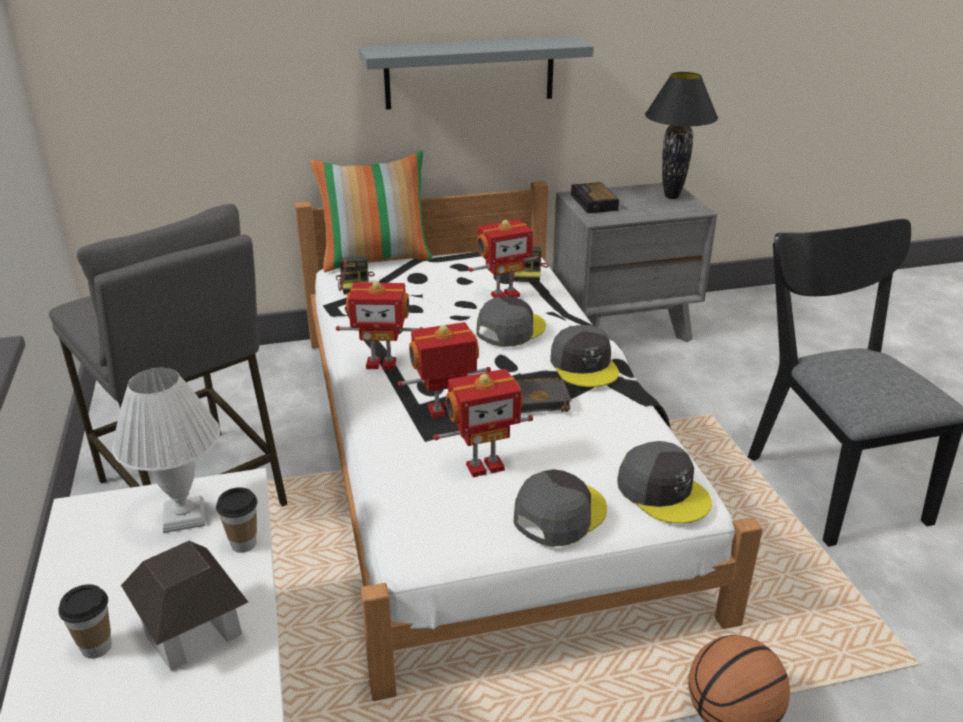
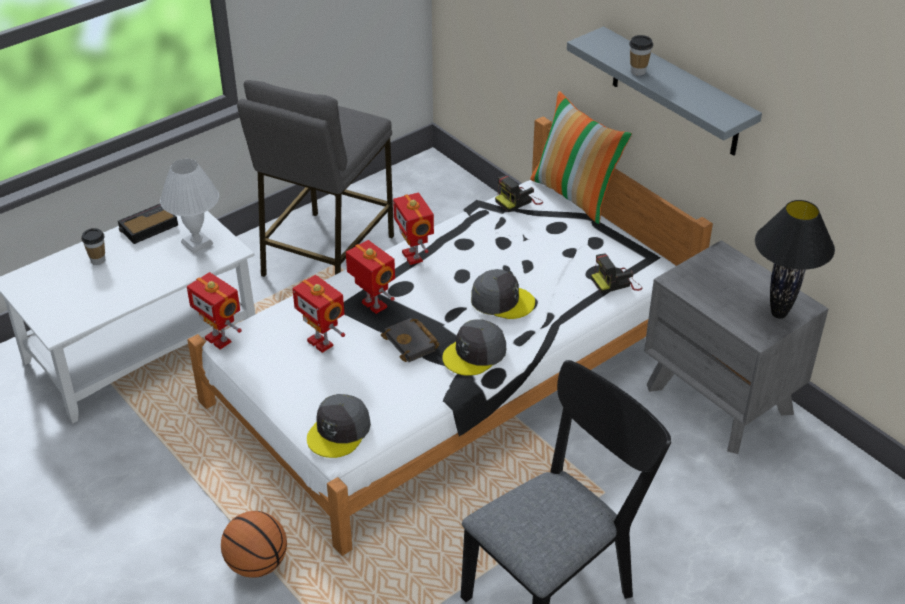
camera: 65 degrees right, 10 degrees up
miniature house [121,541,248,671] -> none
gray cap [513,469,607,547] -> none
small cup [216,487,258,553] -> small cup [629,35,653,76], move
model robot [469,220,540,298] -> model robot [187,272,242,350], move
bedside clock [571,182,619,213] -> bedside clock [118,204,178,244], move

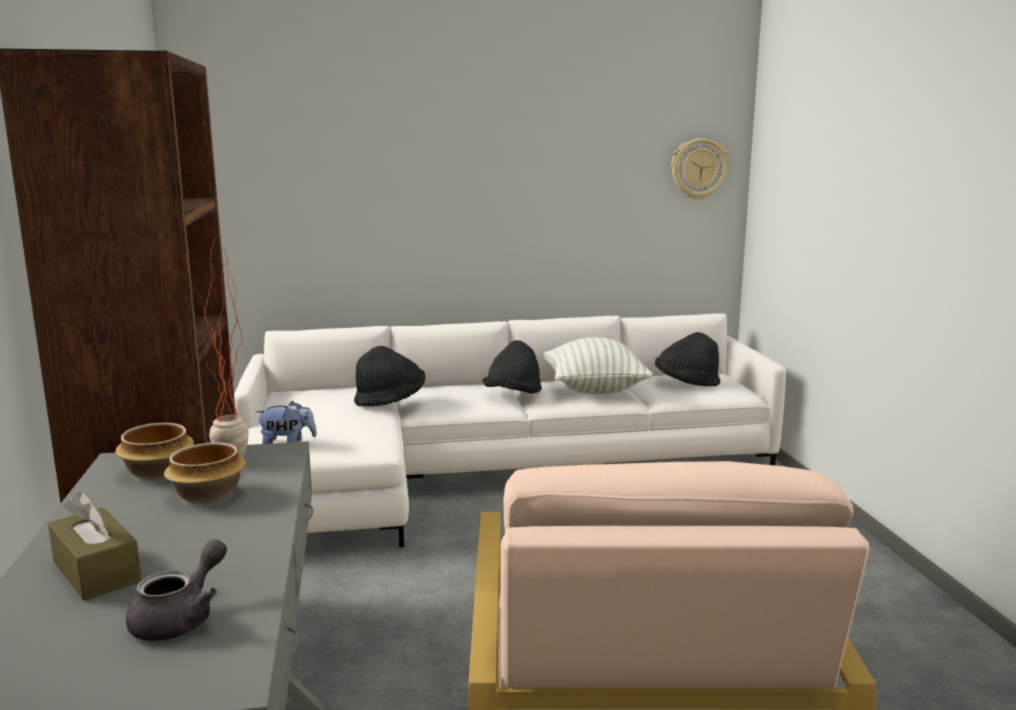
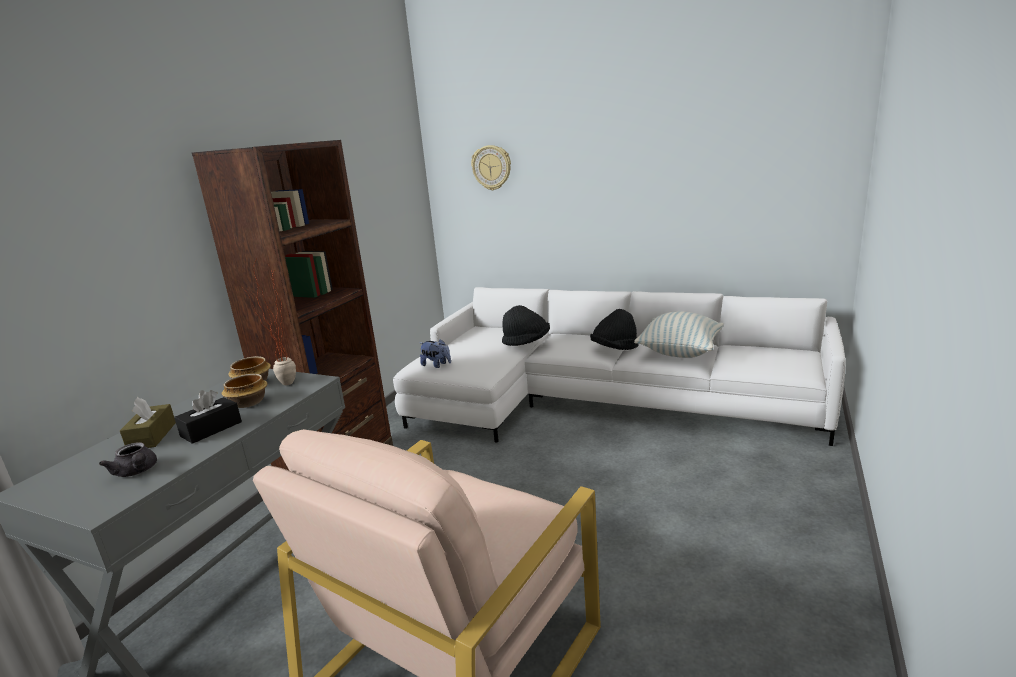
camera: 35 degrees right, 5 degrees up
black clothing hat [655,332,720,386] -> none
none -> black tissue holder [174,390,242,444]
clock on the wall [671,138,729,200] -> clock on the wall [471,145,511,190], move
gray tea pot [126,539,227,641] -> gray tea pot [99,442,157,477], 75 degrees clockwise

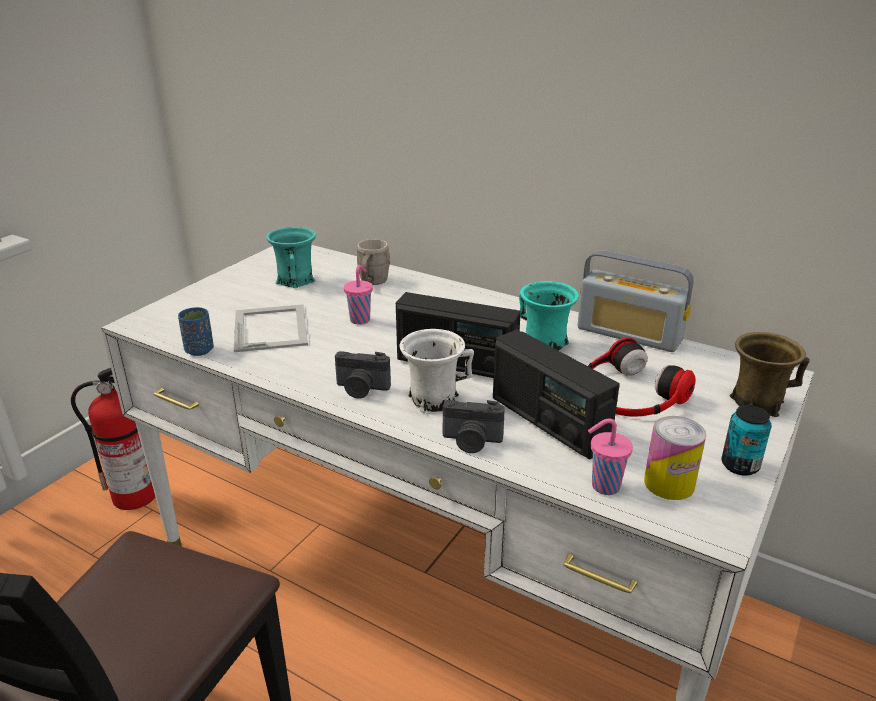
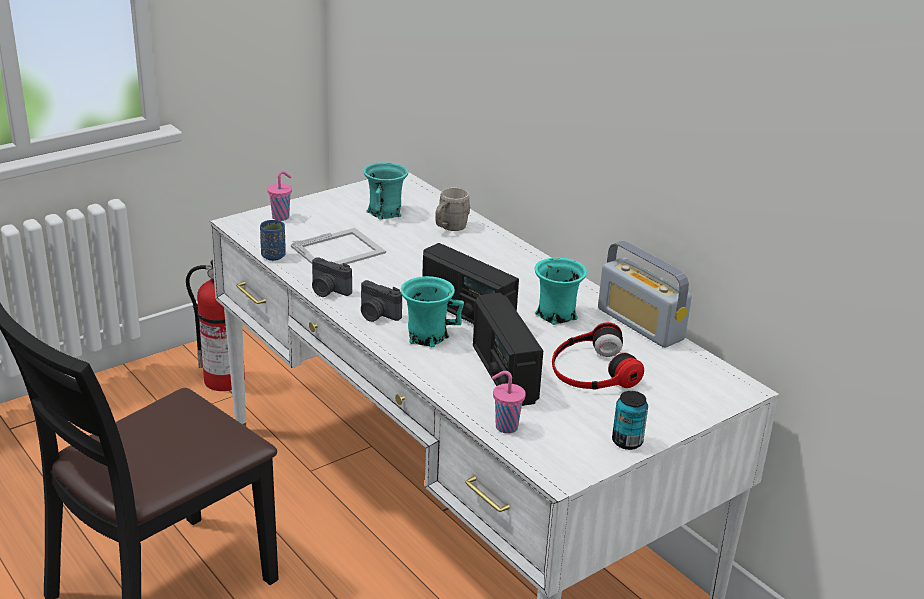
camera: 20 degrees right, 0 degrees up
can [644,416,706,500] -> none
brownish tea mug [730,332,810,417] -> none
pink-coloured small cup [344,265,373,325] -> pink-coloured small cup [267,171,292,221], move
still camera [443,400,505,453] -> still camera [312,257,352,297], move
white tea mug [400,329,474,413] -> turquoise tea mug [401,276,464,347]
picture frame [234,304,308,352] -> picture frame [291,228,386,265], 45 degrees clockwise

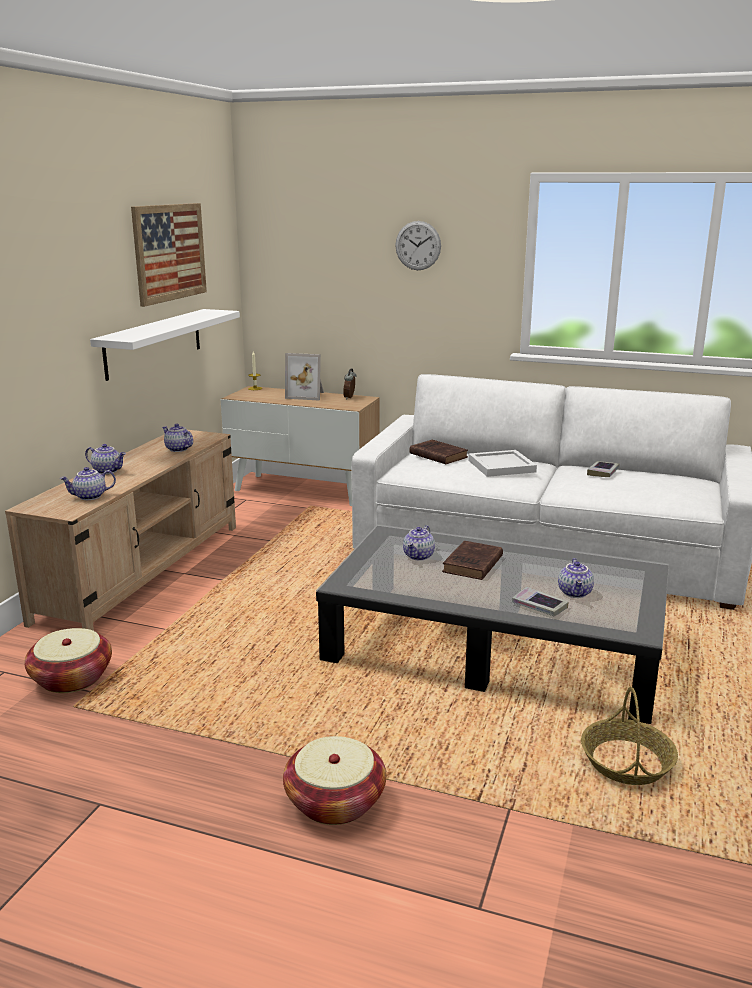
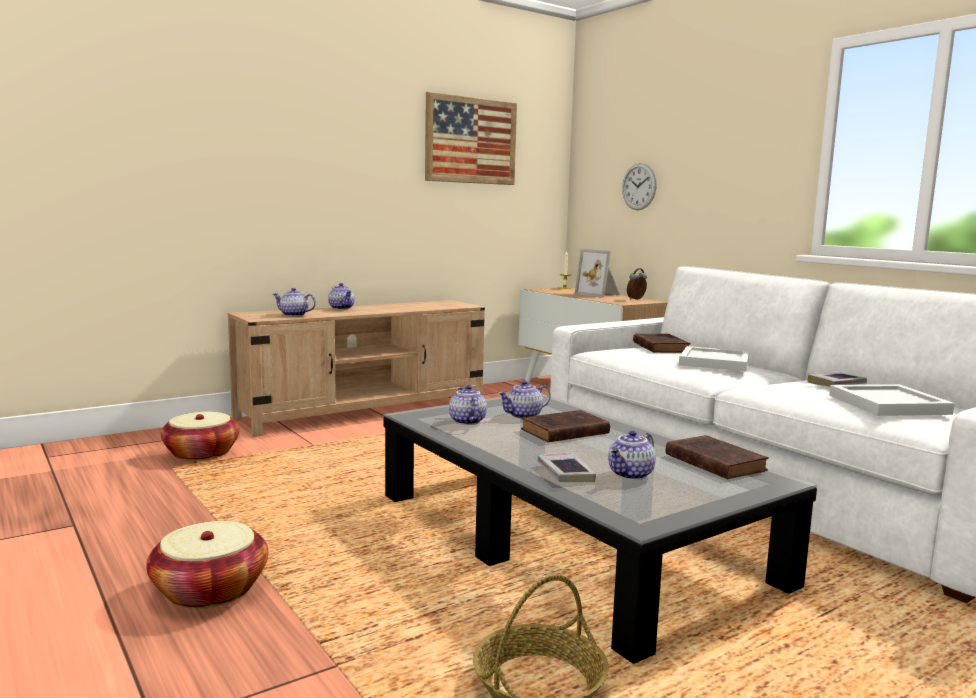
camera: 35 degrees right, 10 degrees down
white wall shelf [90,309,240,381] -> none
none -> brownish bound book [666,435,769,479]
none -> white tray [829,384,955,416]
tea pot [162,424,193,452] -> tea pot [449,385,487,425], move
clock on the wall [395,221,441,270] -> clock on the wall [622,163,657,210], move

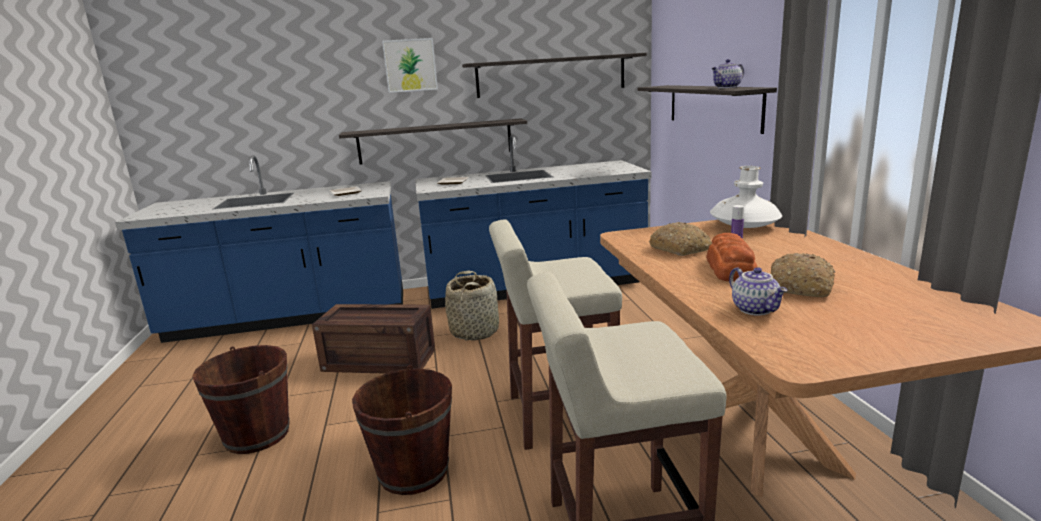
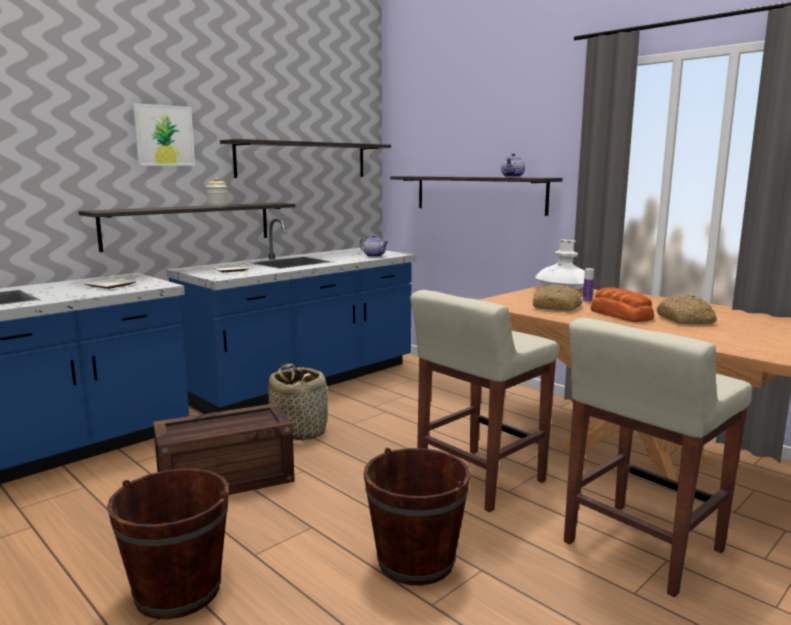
camera: 35 degrees left, 5 degrees down
none -> jar [206,177,228,206]
tea pot [729,267,788,316] -> tea pot [360,235,388,257], move

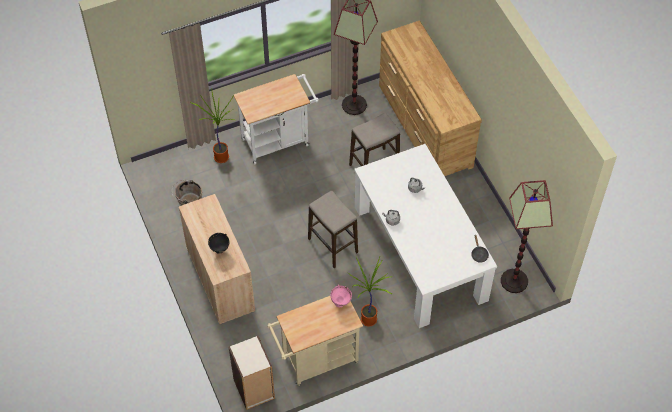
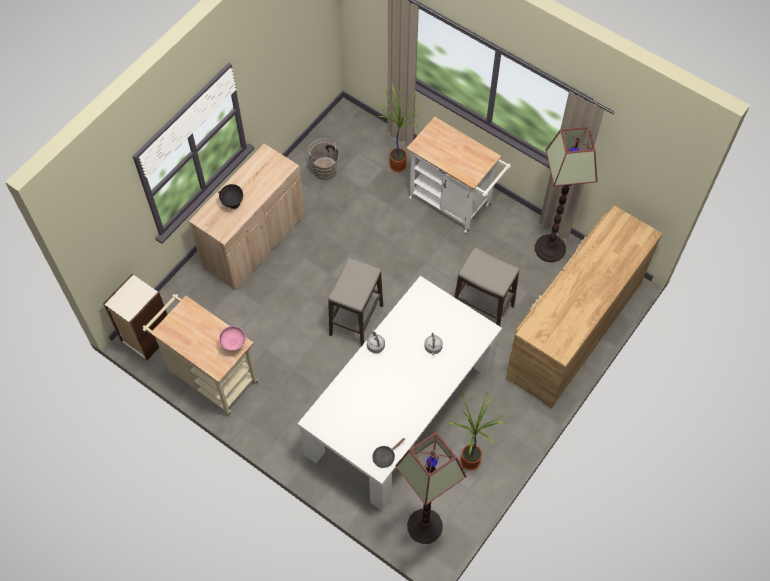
camera: 60 degrees right, 5 degrees up
houseplant [347,257,392,327] -> houseplant [448,393,506,471], move

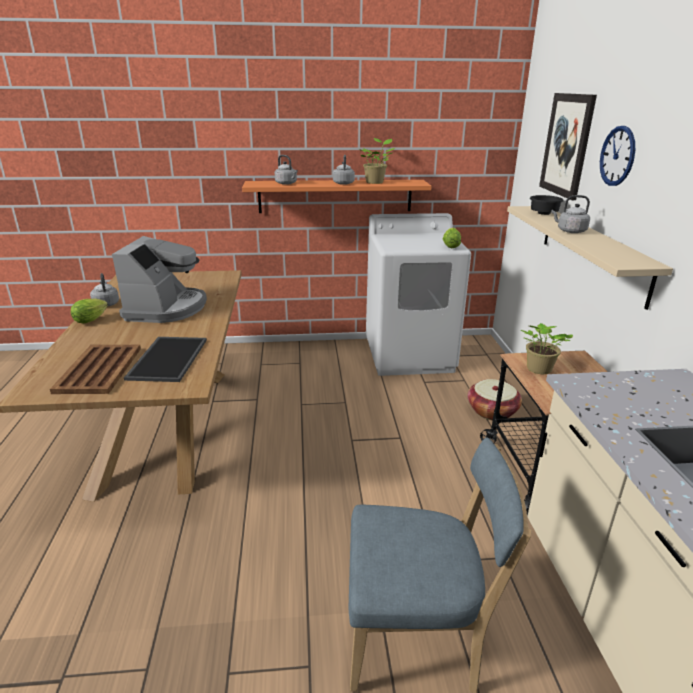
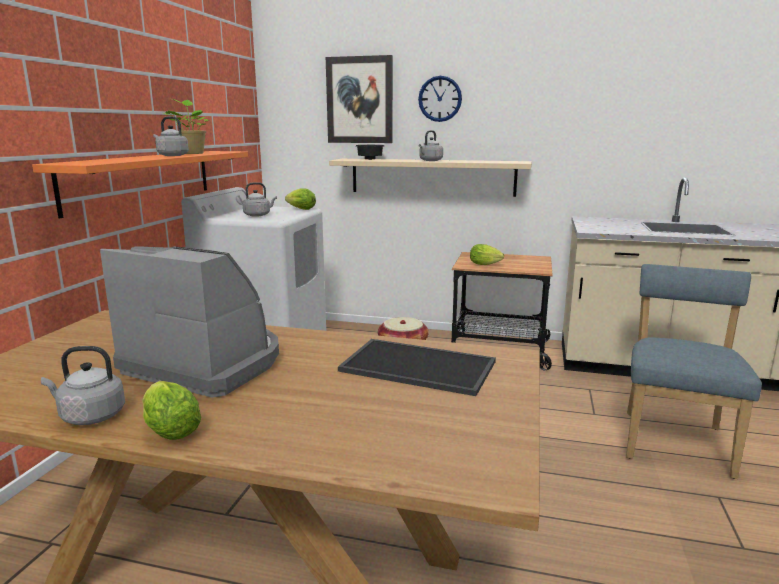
camera: 70 degrees left, 10 degrees down
brownish tray [50,345,141,394] -> none
gray tea kettle [275,155,298,185] -> gray tea kettle [242,182,277,217], move
houseplant [520,323,573,374] -> lettuce [470,244,504,265]

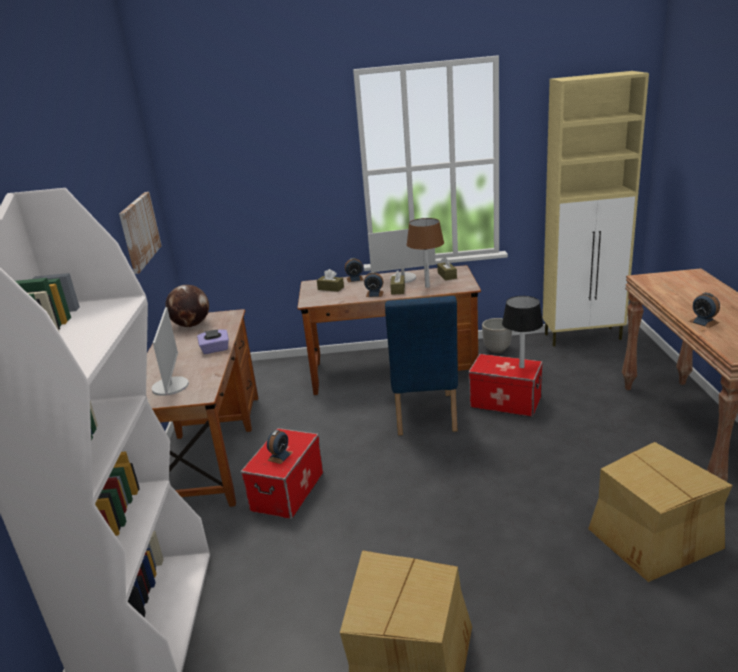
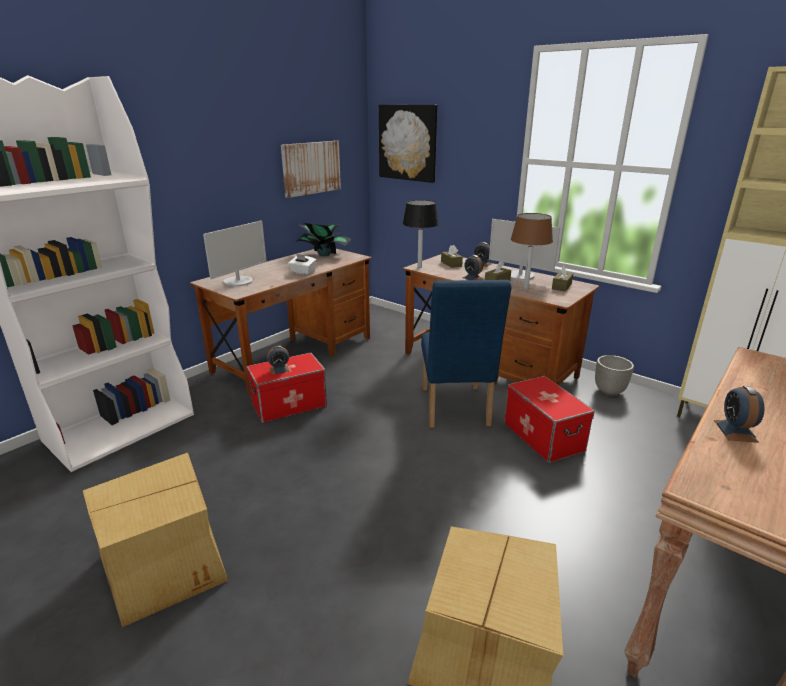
camera: 40 degrees right, 0 degrees up
none -> wall art [379,105,437,183]
black lamp for a table [502,296,543,368] -> black lamp for a table [403,200,439,268], move
globe [165,285,209,327] -> houseplant [295,223,351,256]
purple tissue holder [197,329,229,354] -> white tissue holder [288,254,317,275]
blue upright chair [385,296,458,435] -> blue upright chair [421,280,512,428], 45 degrees counterclockwise

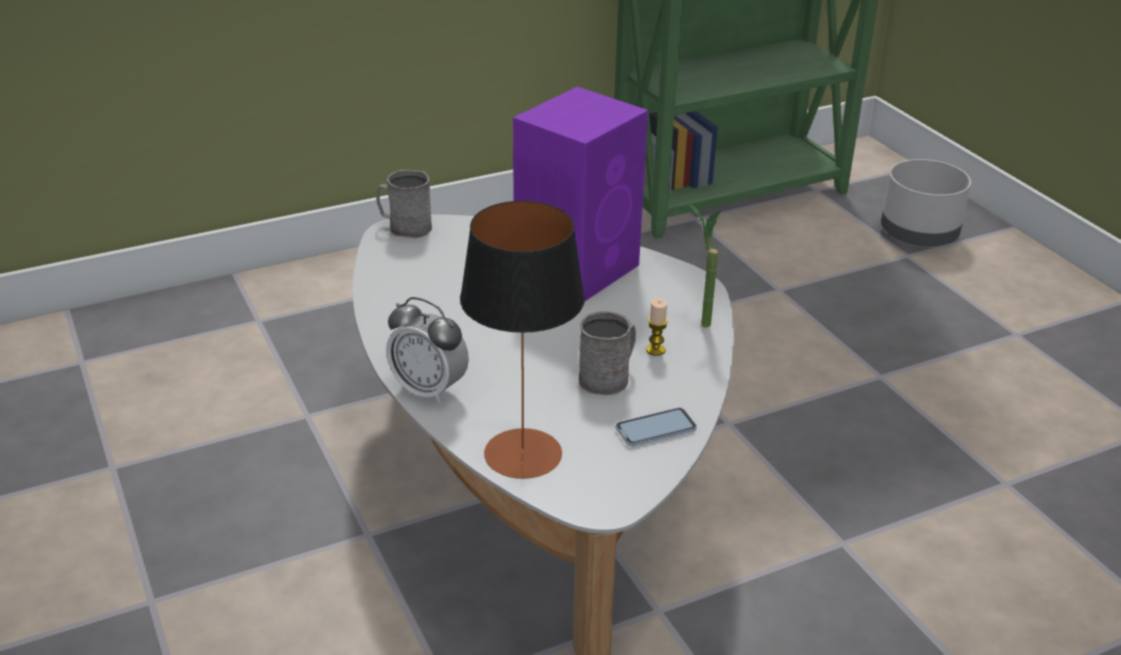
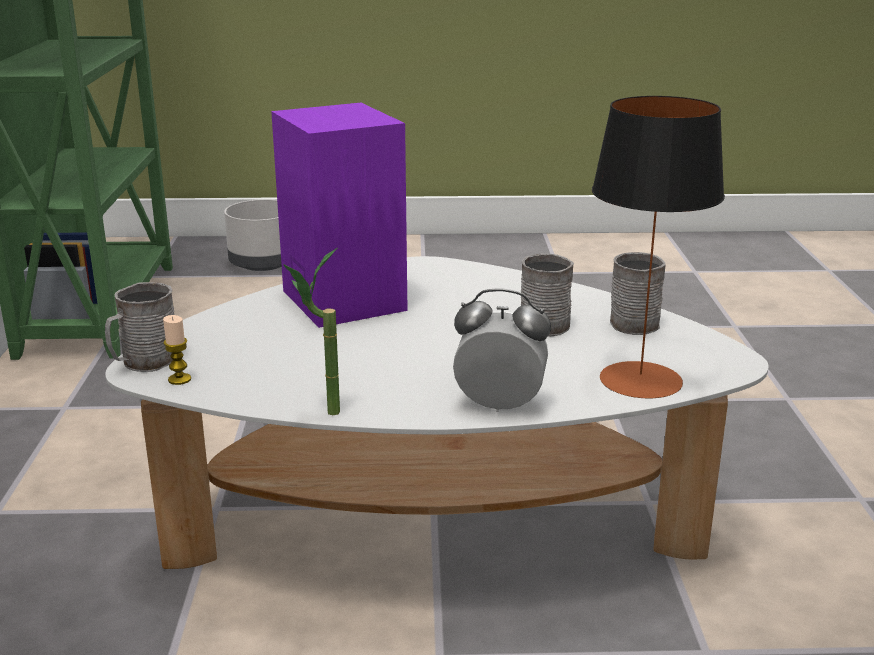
camera: 65 degrees left, 10 degrees down
wax candle [646,298,668,356] -> wax candle [163,315,191,385], move
houseplant [687,202,722,328] -> houseplant [283,247,340,415], move
handset [616,408,697,446] -> gray tea mug [610,252,666,335]
bedside clock [386,297,469,404] -> bedside clock [453,289,551,412], 135 degrees counterclockwise

